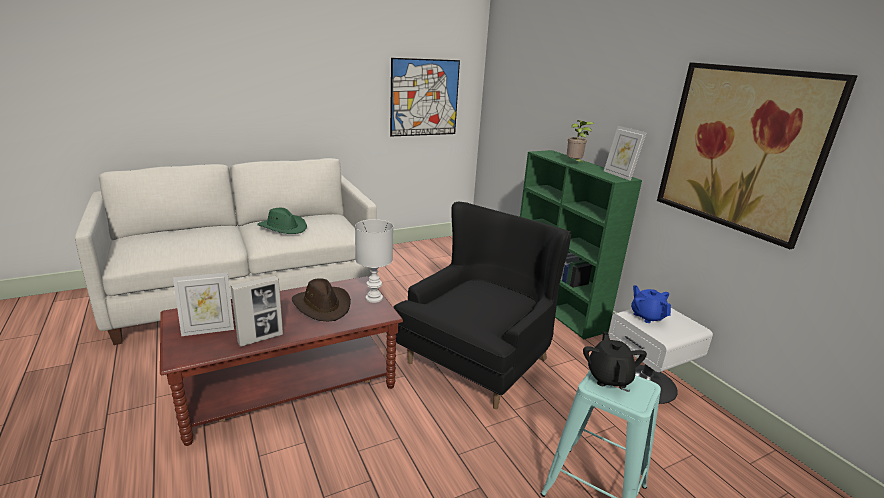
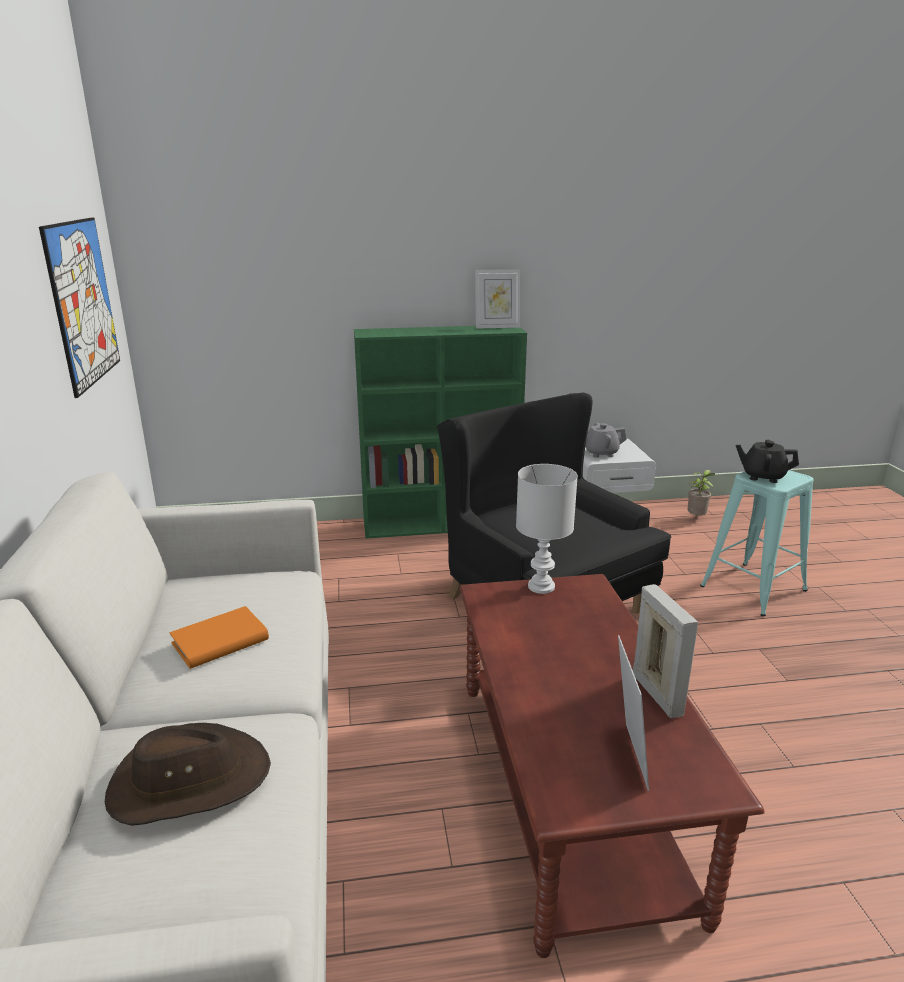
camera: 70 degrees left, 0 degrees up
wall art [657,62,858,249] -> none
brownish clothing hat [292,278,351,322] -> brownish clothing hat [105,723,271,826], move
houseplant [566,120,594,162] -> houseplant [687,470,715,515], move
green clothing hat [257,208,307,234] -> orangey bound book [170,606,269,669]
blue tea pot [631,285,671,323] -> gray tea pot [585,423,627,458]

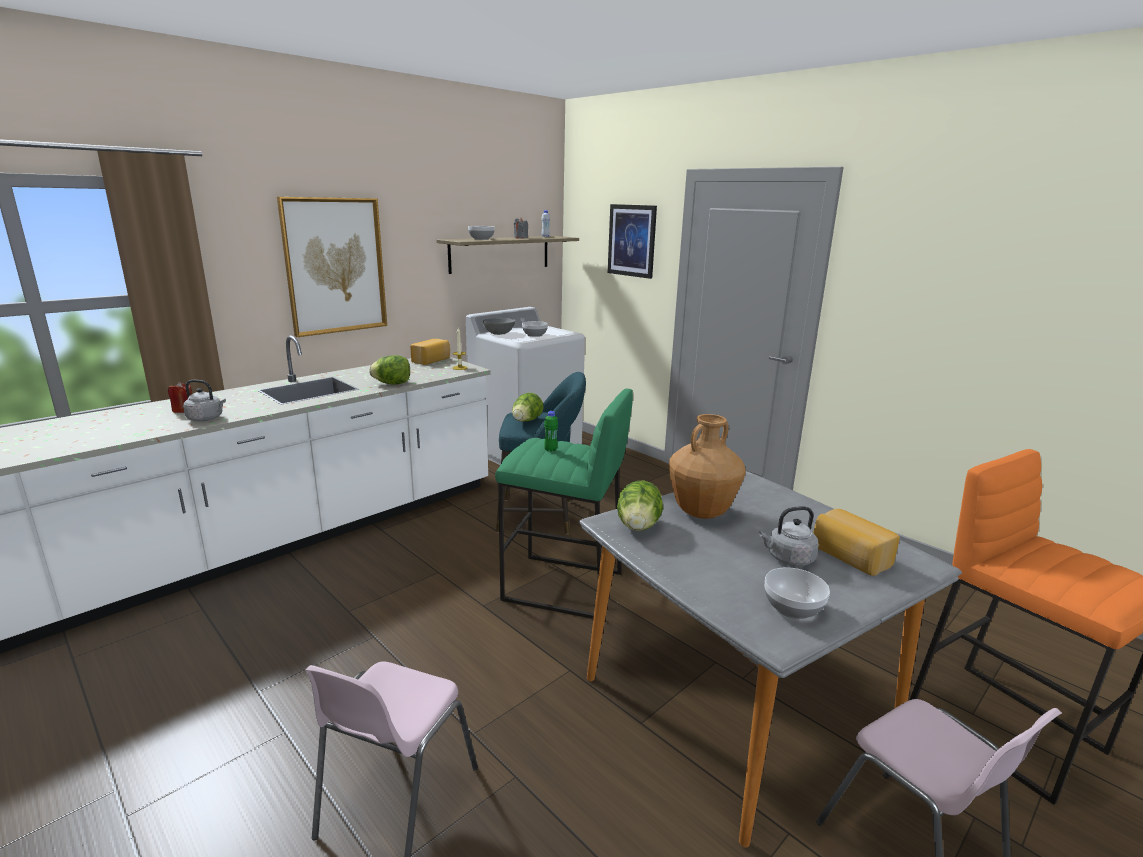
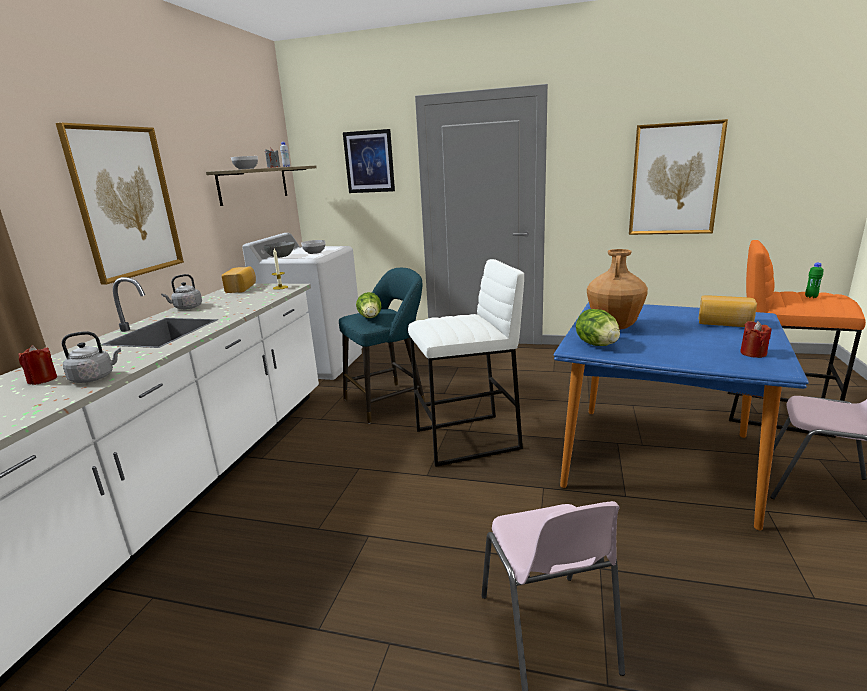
camera: 30 degrees left, 0 degrees up
lettuce [369,355,410,385] -> none
none -> wall art [629,119,728,235]
green beverage bottle [544,411,558,452] -> green beverage bottle [805,263,823,298], move
gray tea kettle [759,506,819,566] -> gray tea kettle [161,274,202,309], move
deep dish [765,567,830,619] -> red wax candle [740,321,771,358]
green stool [495,389,633,619] -> white stool [408,259,524,467]
gray dining table [579,471,962,848] -> blue dining table [553,302,809,530]

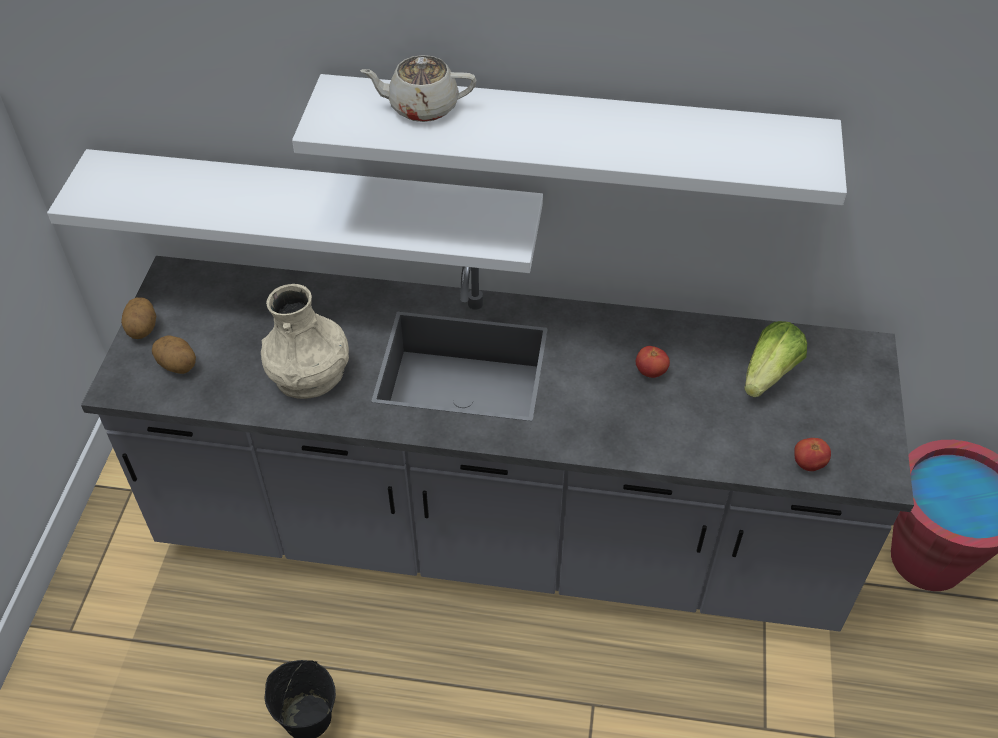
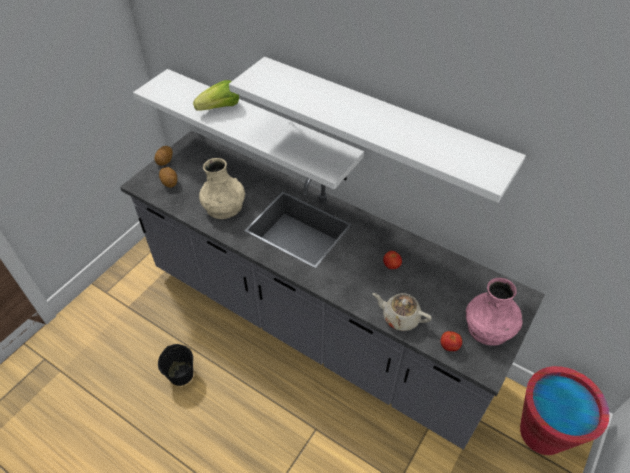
camera: 25 degrees right, 0 degrees up
none -> pink-coloured decorative vase [465,278,523,346]
beige tea pot [360,55,477,122] -> beige tea pot [372,293,432,331], move
lettuce [744,321,807,397] -> lettuce [193,80,239,111], move

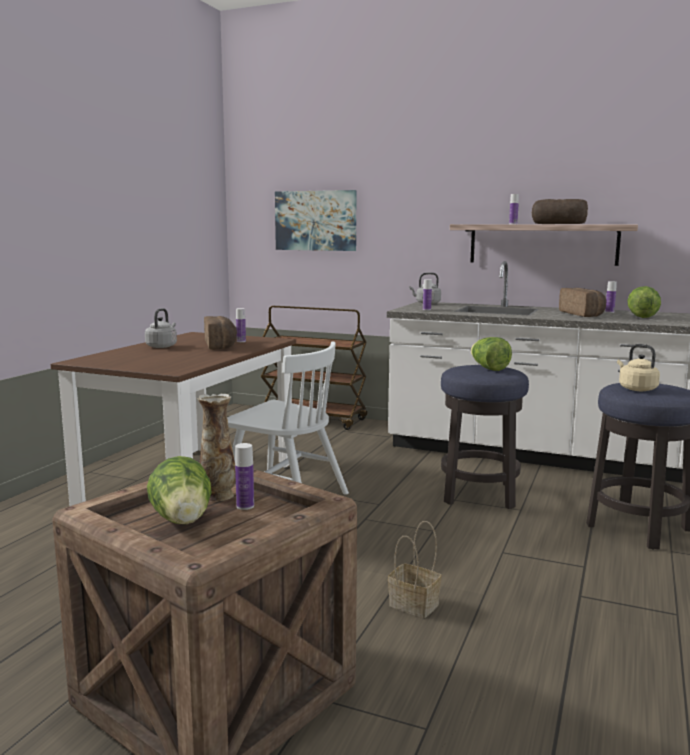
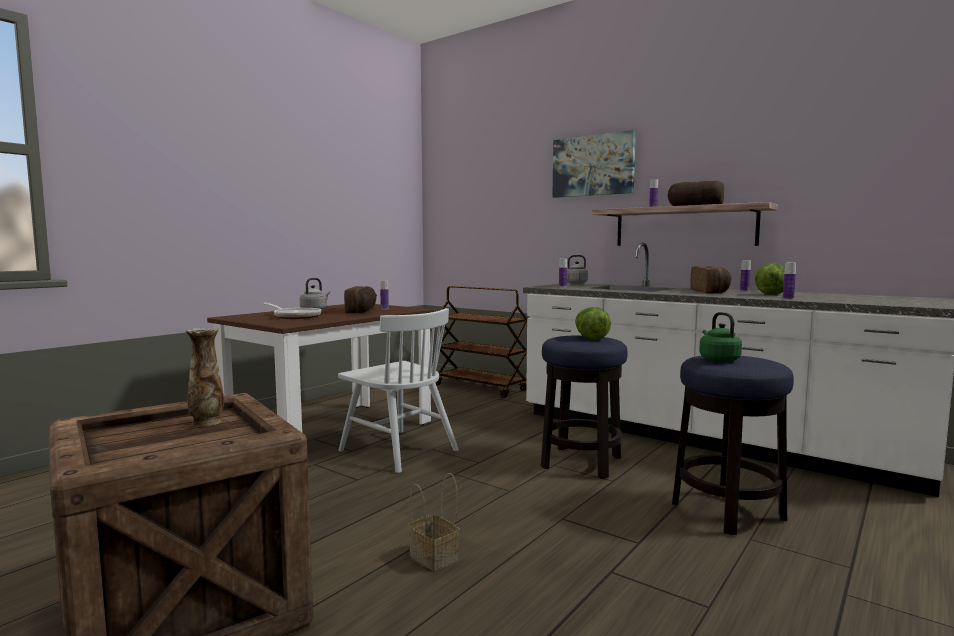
camera: 15 degrees right, 5 degrees down
lettuce [147,456,212,524] -> none
none -> skillet [263,303,321,319]
beverage bottle [235,443,254,510] -> beverage bottle [783,263,796,300], move
wall art [275,190,357,251] -> wall art [552,130,636,198], move
beige tea kettle [617,344,660,391] -> green tea kettle [699,312,742,362]

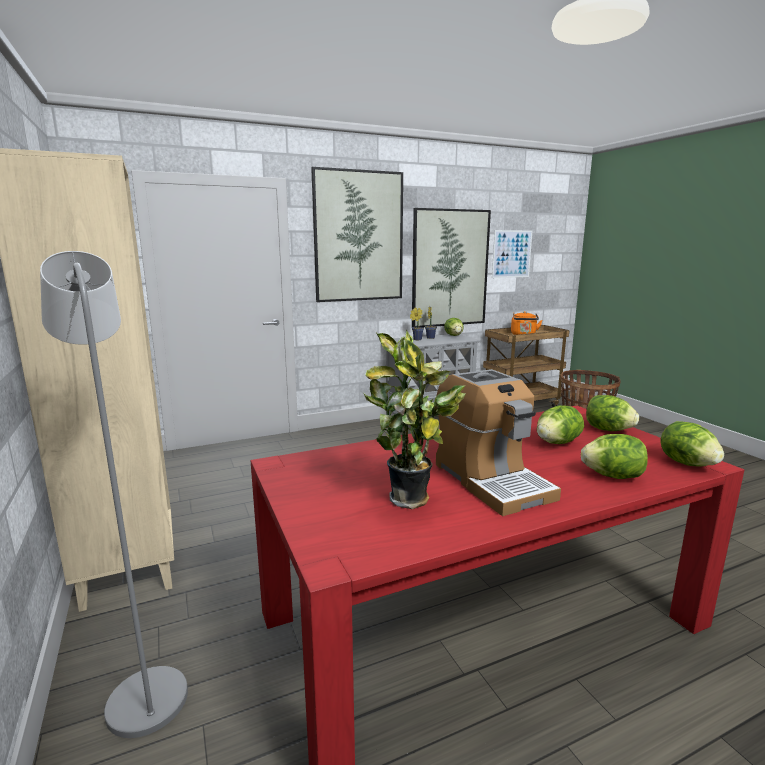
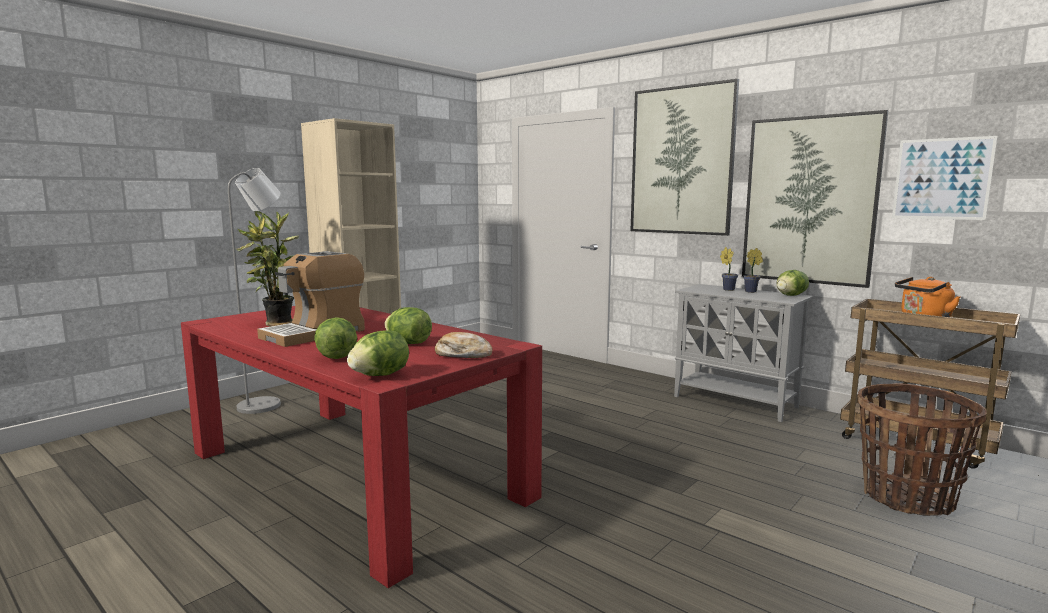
camera: 65 degrees right, 5 degrees down
lettuce [586,395,639,431] -> baked bread [435,332,493,358]

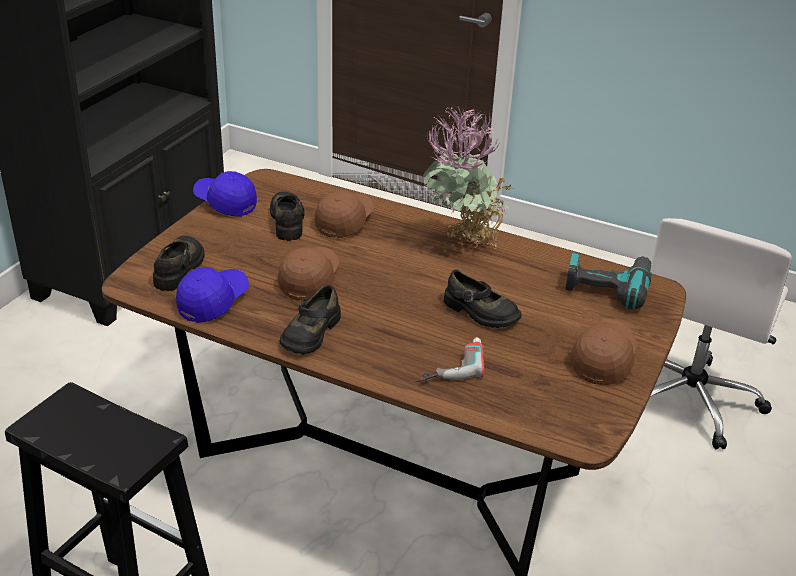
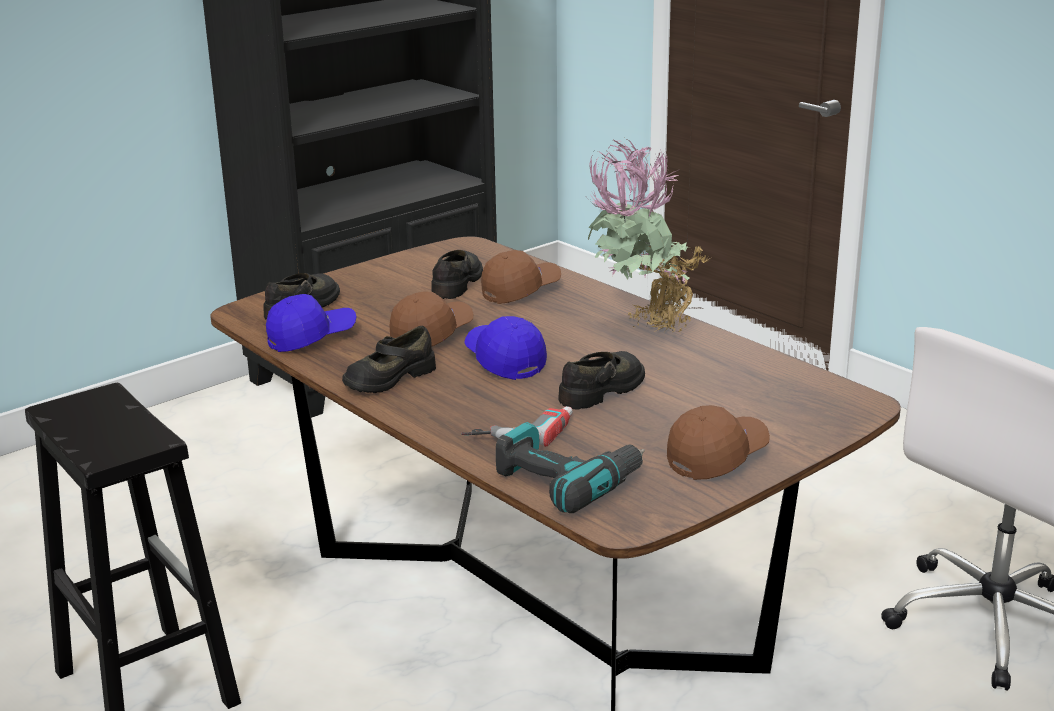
camera: 25 degrees right, 10 degrees down
blue cap [193,171,257,217] -> blue cap [464,316,547,380], move
power drill [565,252,652,309] -> power drill [496,422,645,513], move
black item of footwear [444,269,522,328] -> black item of footwear [558,351,645,410], 105 degrees counterclockwise

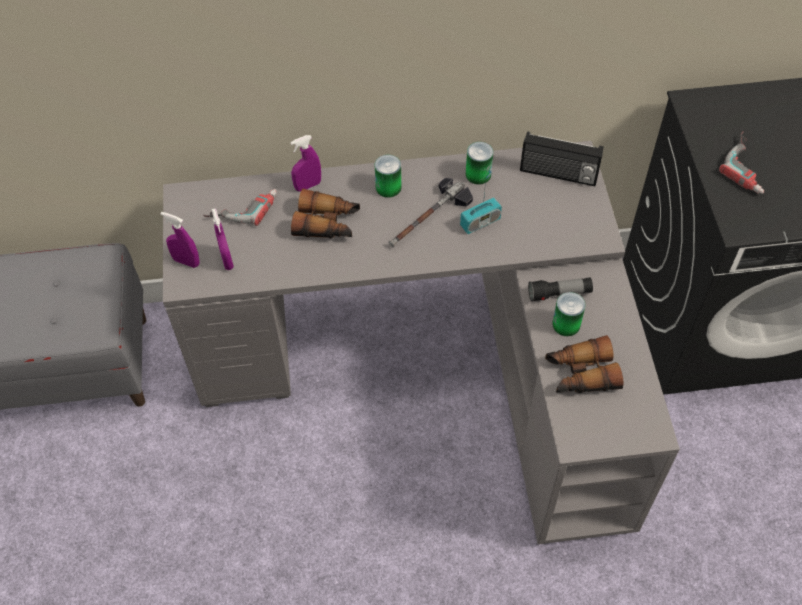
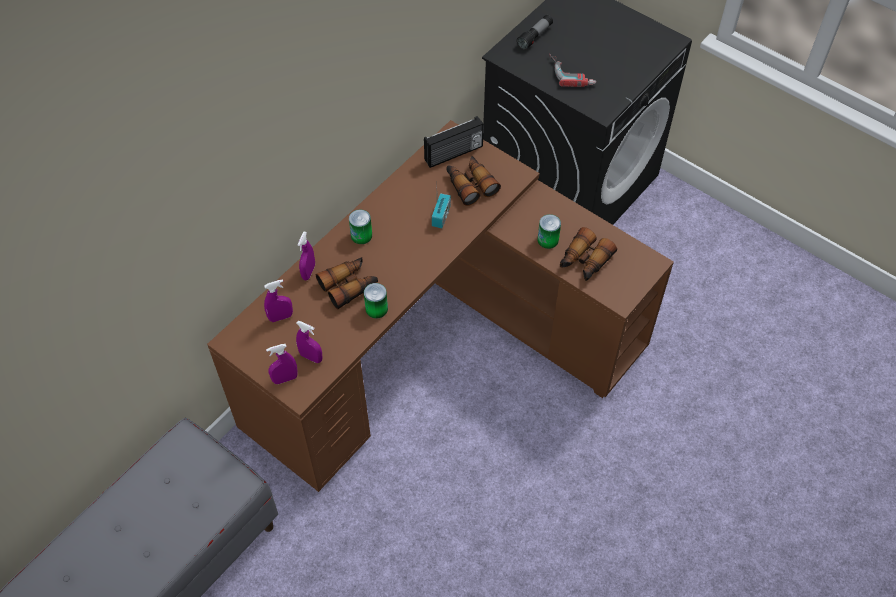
camera: 45 degrees left, 0 degrees up
hand hammer [388,178,473,247] -> none
none -> field glasses [447,156,501,206]
can [466,142,493,185] -> can [364,283,388,319], move
flashlight [528,277,593,302] -> flashlight [516,15,553,50], move
power drill [203,189,277,226] -> purple sprayer [264,279,293,322]
gray desk [163,141,680,544] -> brownish desk [207,120,674,492]

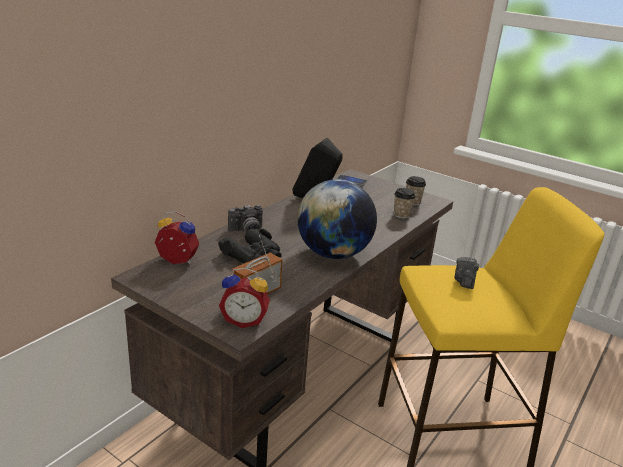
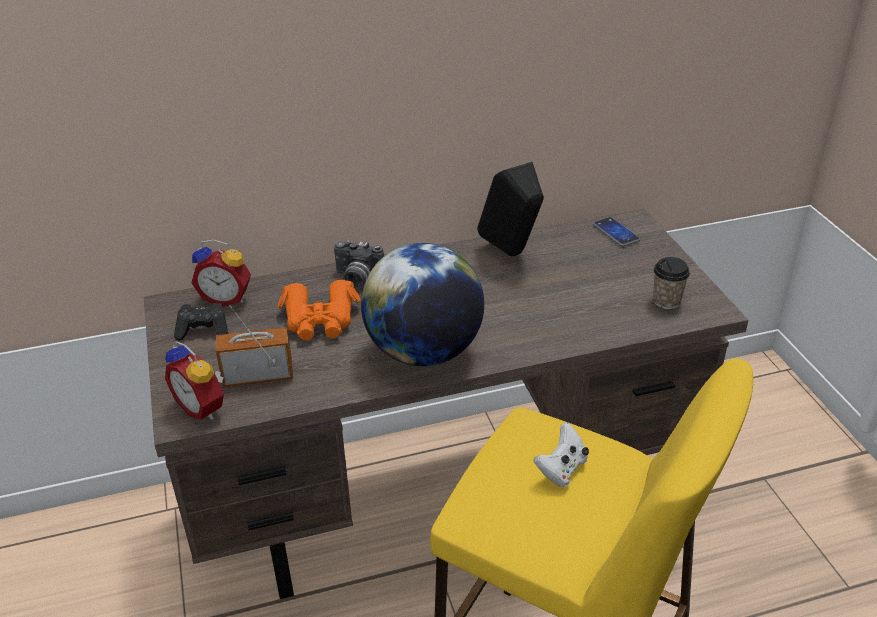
camera: 40 degrees right, 10 degrees up
small cup [394,188,415,219] -> none
none -> black joypad [174,303,228,341]
still camera [454,257,479,289] -> white joypad [534,422,589,487]
black field glasses [218,229,282,263] -> orangey field glasses [277,280,360,340]
bedside clock [155,212,199,265] -> bedside clock [191,239,251,307], 135 degrees clockwise

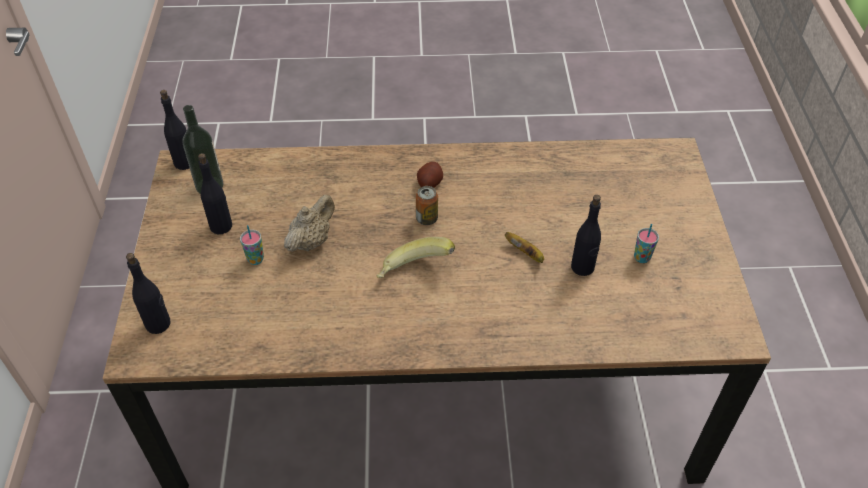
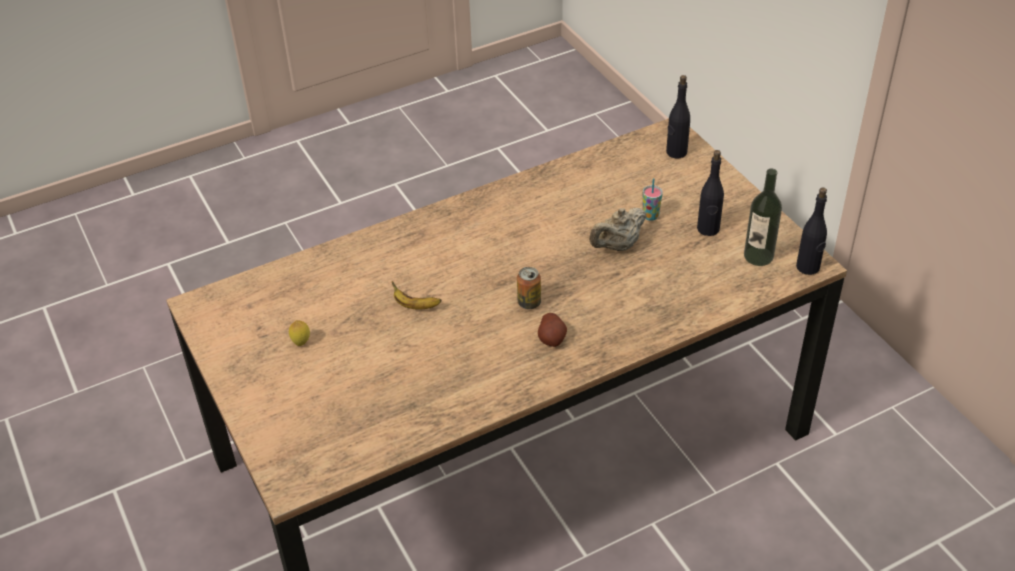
camera: 155 degrees right, 5 degrees down
banana fruit [376,237,455,278] -> none
black beverage bottle [571,195,601,276] -> none
small cup [634,224,659,263] -> whole lemon [289,320,310,346]
beige tea pot [284,195,335,252] -> beige tea pot [589,208,646,251], 45 degrees clockwise

